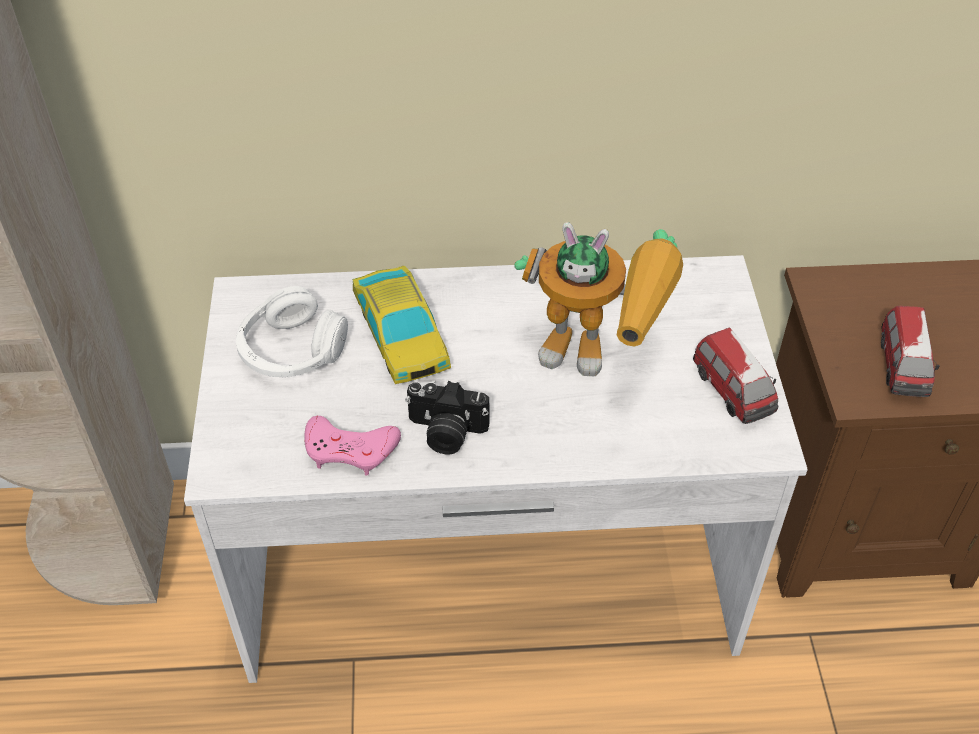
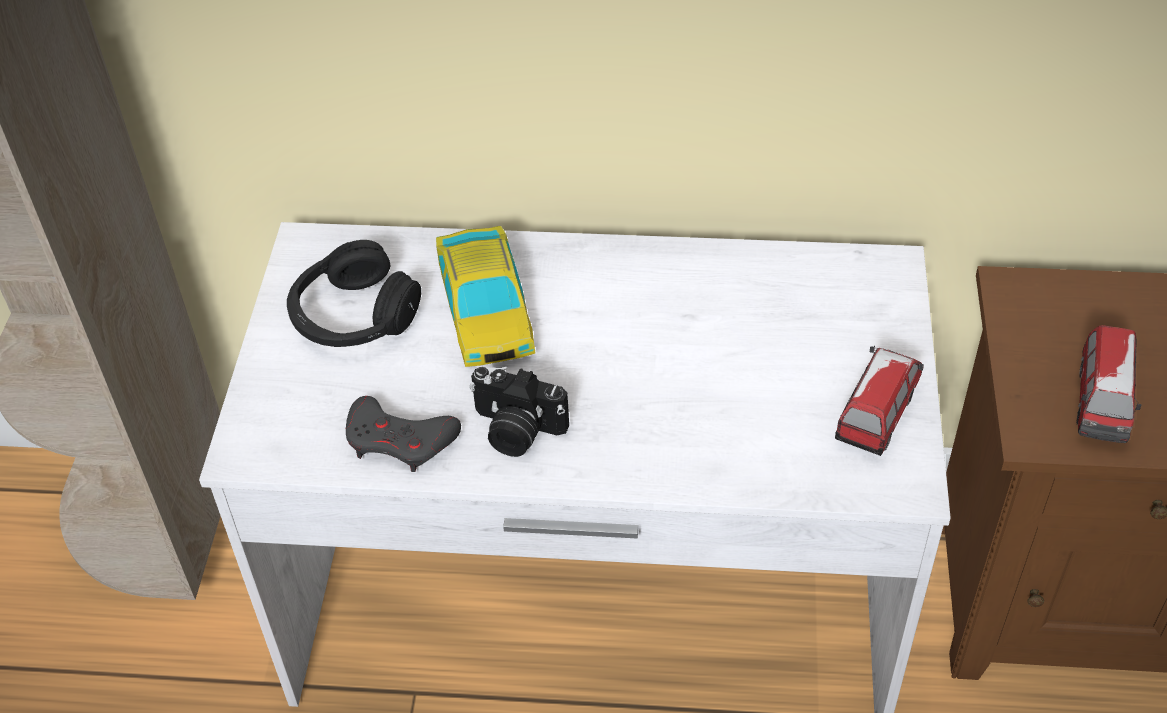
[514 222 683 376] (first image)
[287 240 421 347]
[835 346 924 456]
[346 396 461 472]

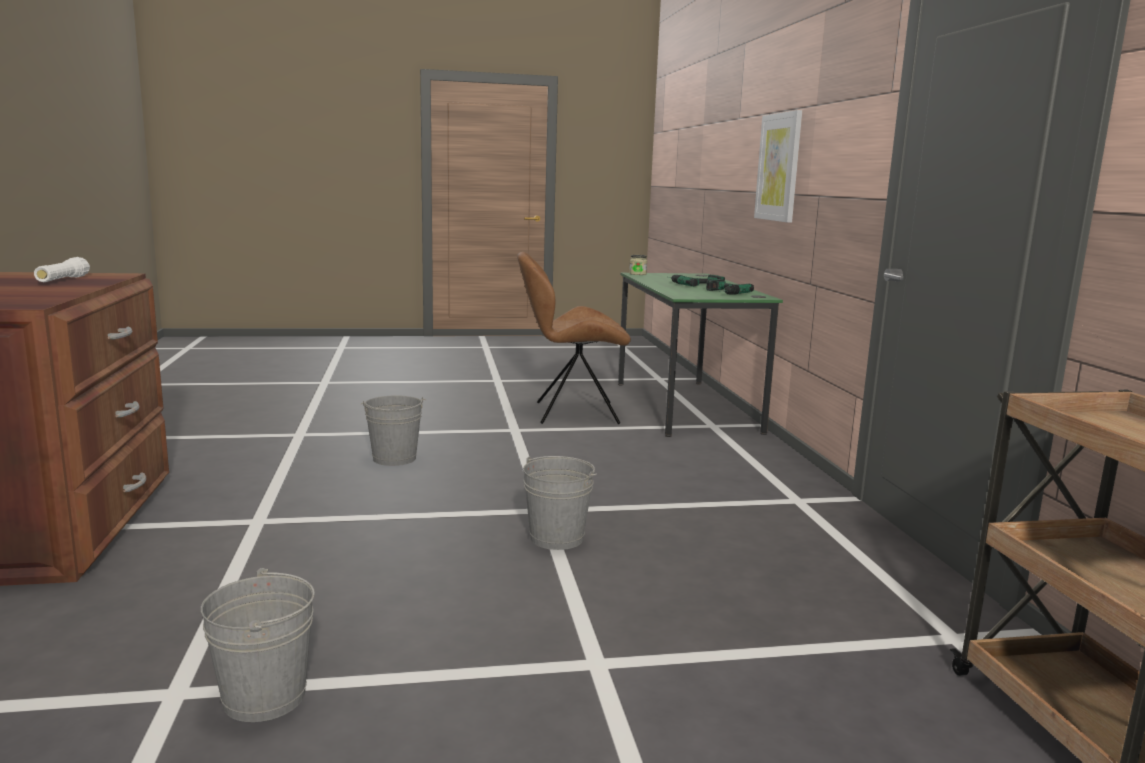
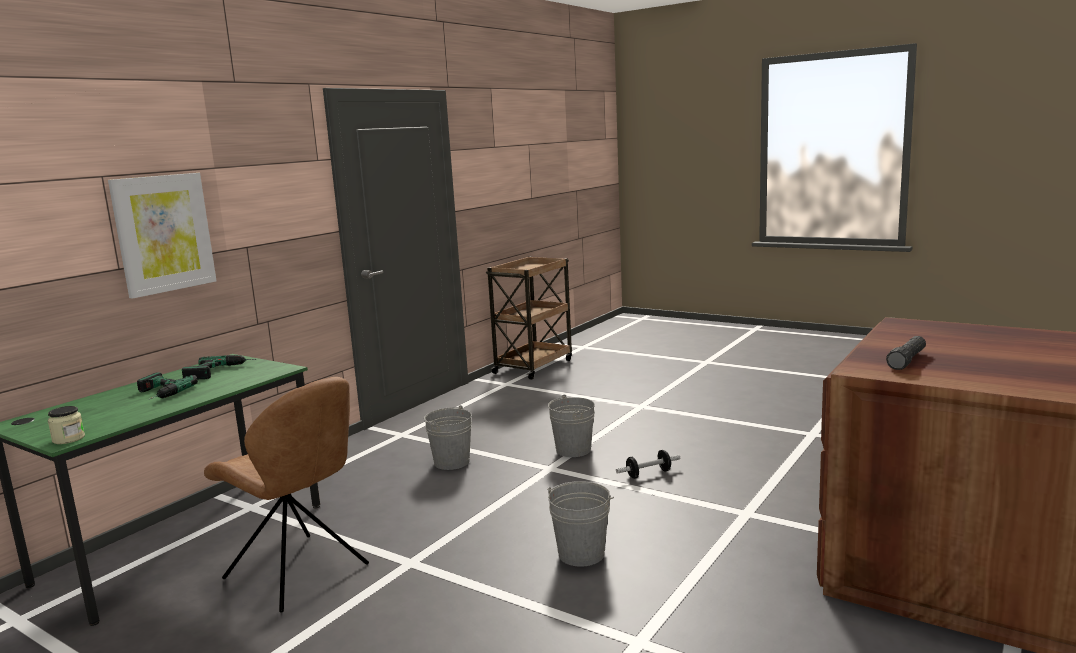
[886 336 926 370]
[424 405 472 470]
[616 450 680 479]

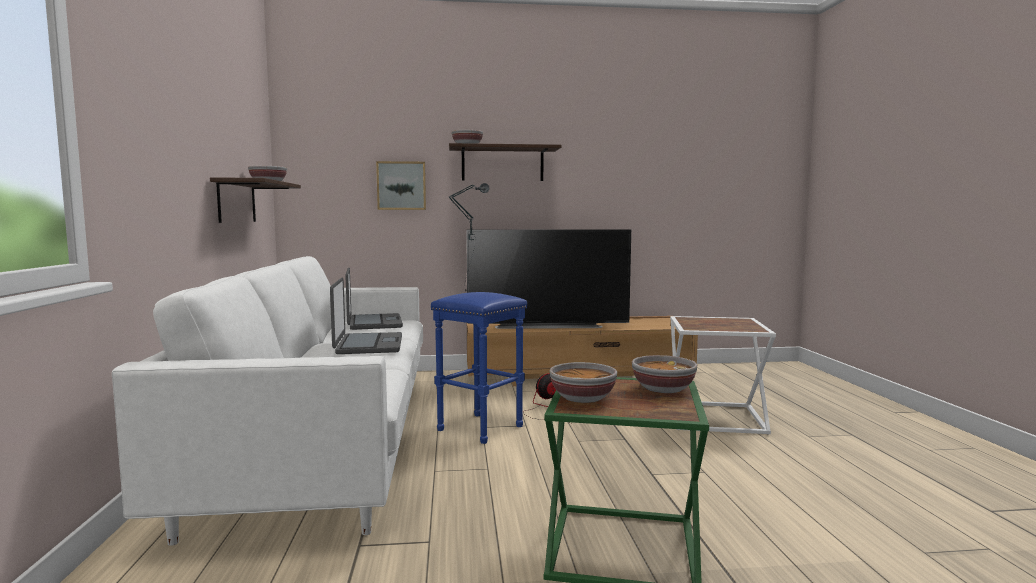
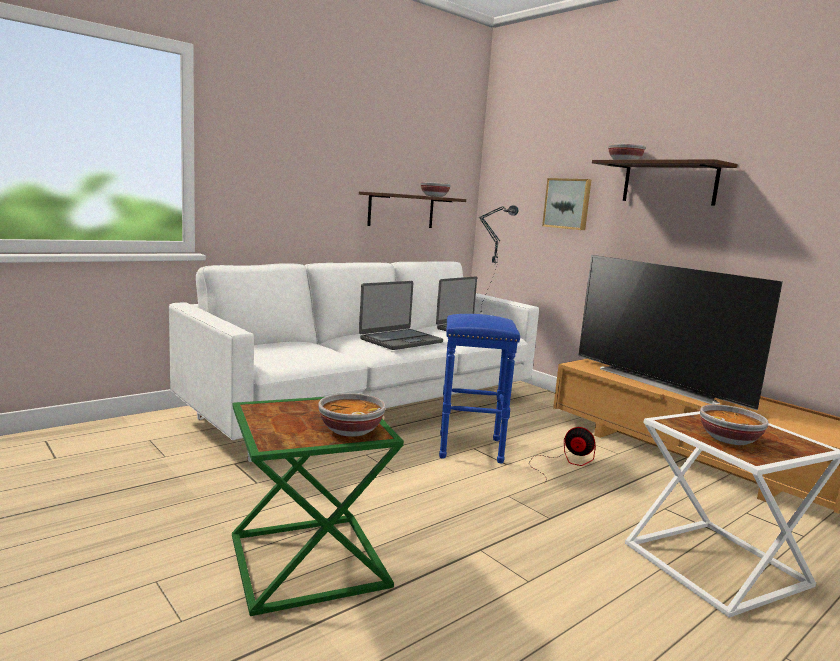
[700 404 769 445]

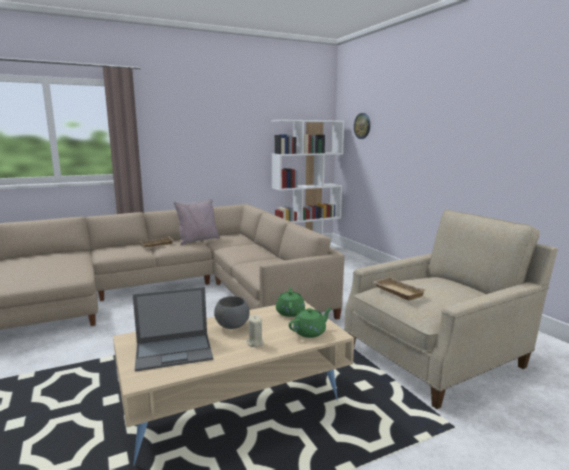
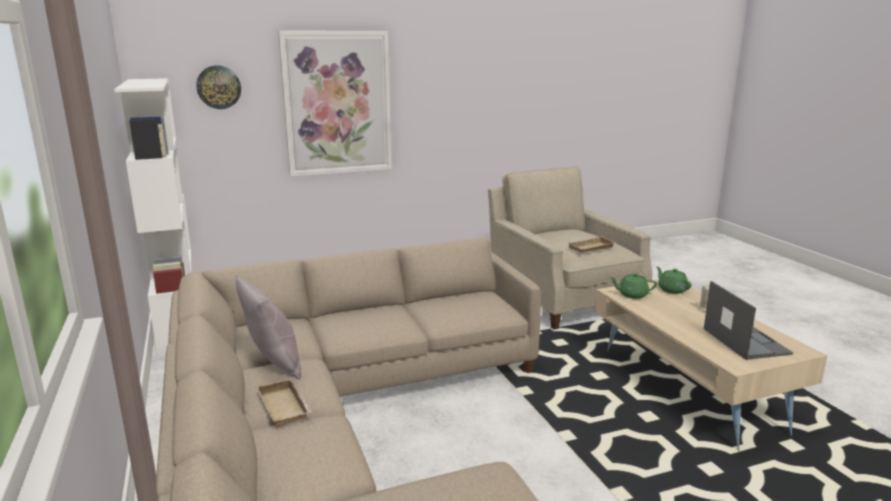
[214 296 250 329] (first image)
[278 31 392 177]

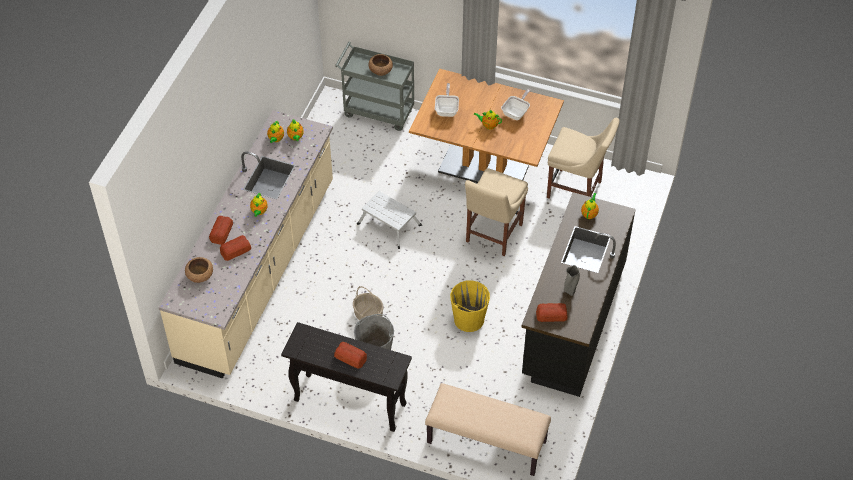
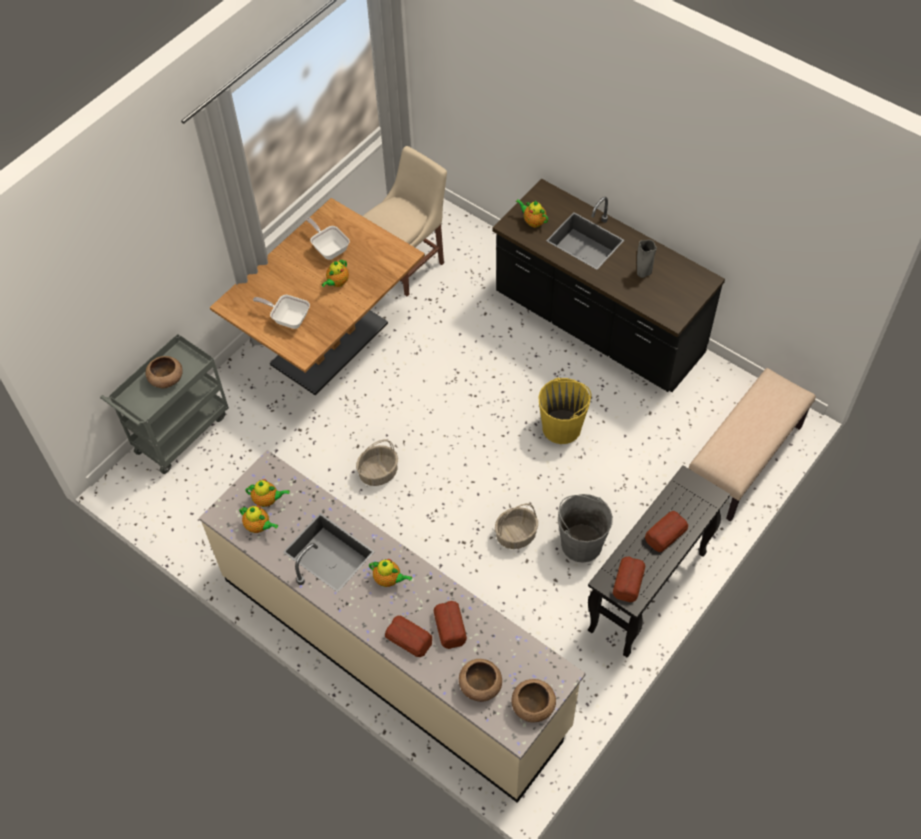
[465 168 528 256] (first image)
[356 440 398 486]
[613 557 645 602]
[511 679 556 723]

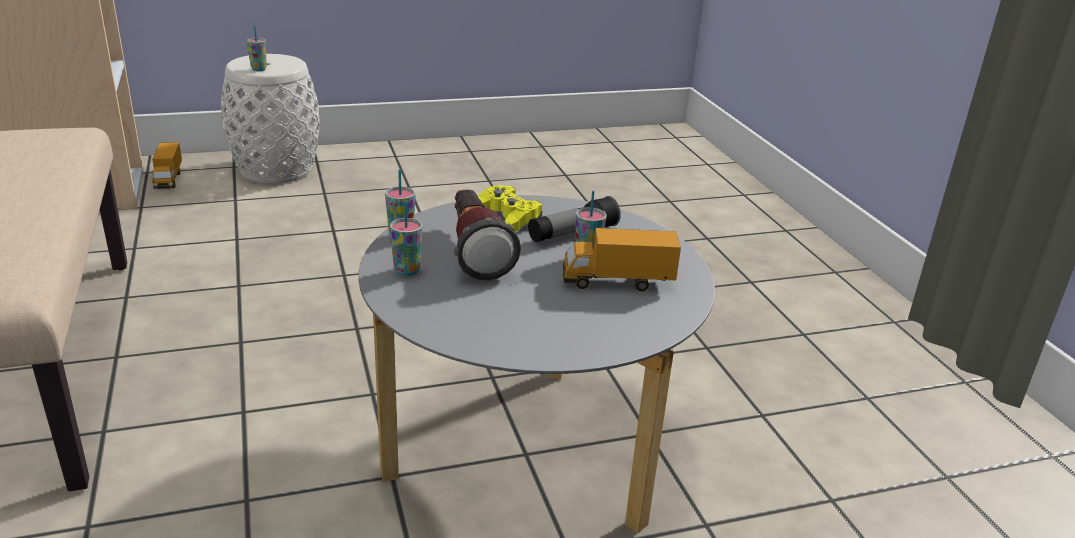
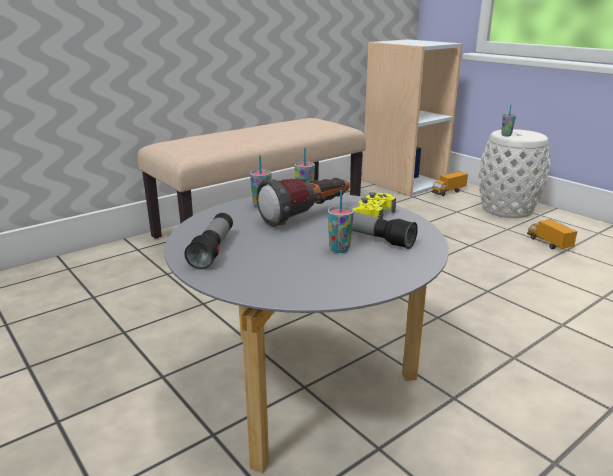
[527 219 577 249]
[184 213 233 270]

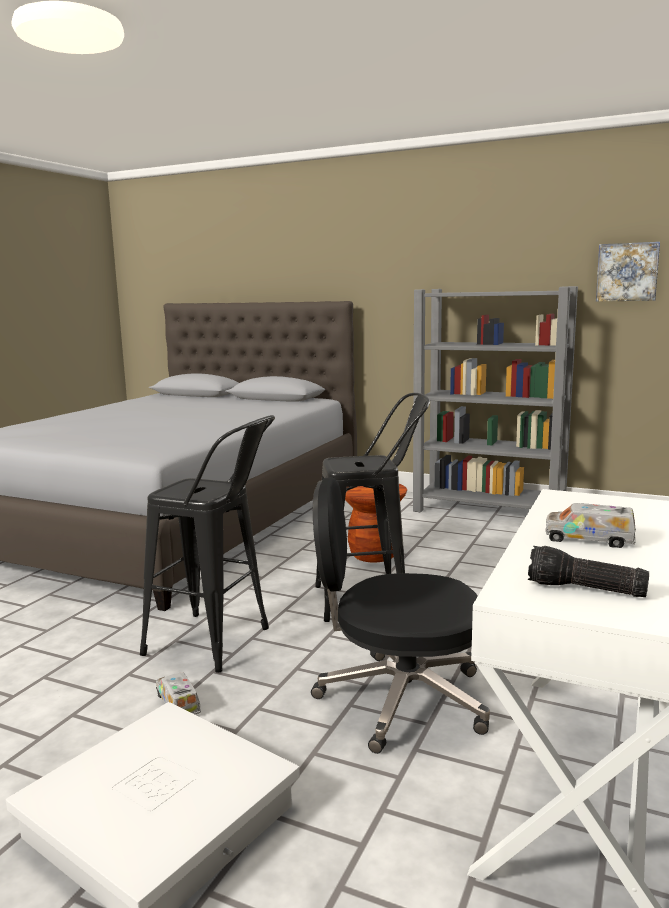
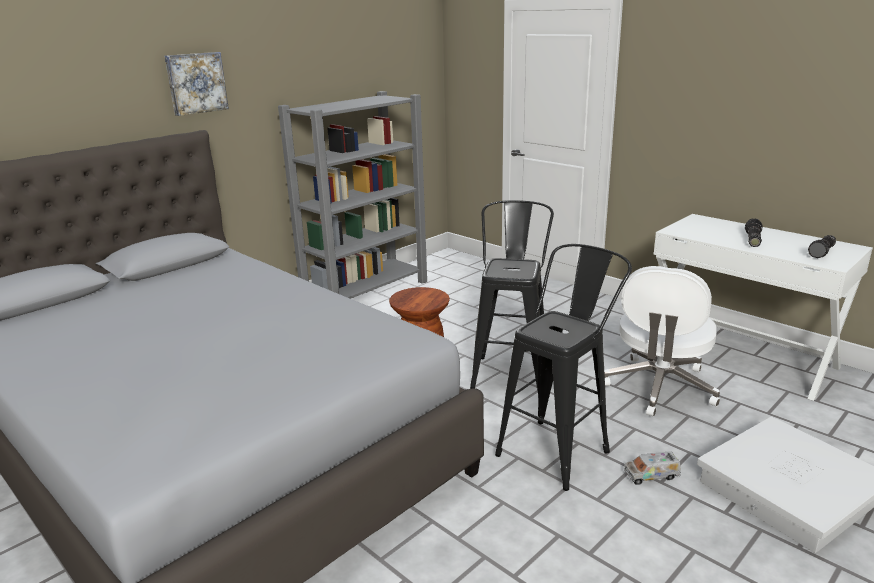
[165 52 229 116]
[604 266 720 417]
[745 219 763 247]

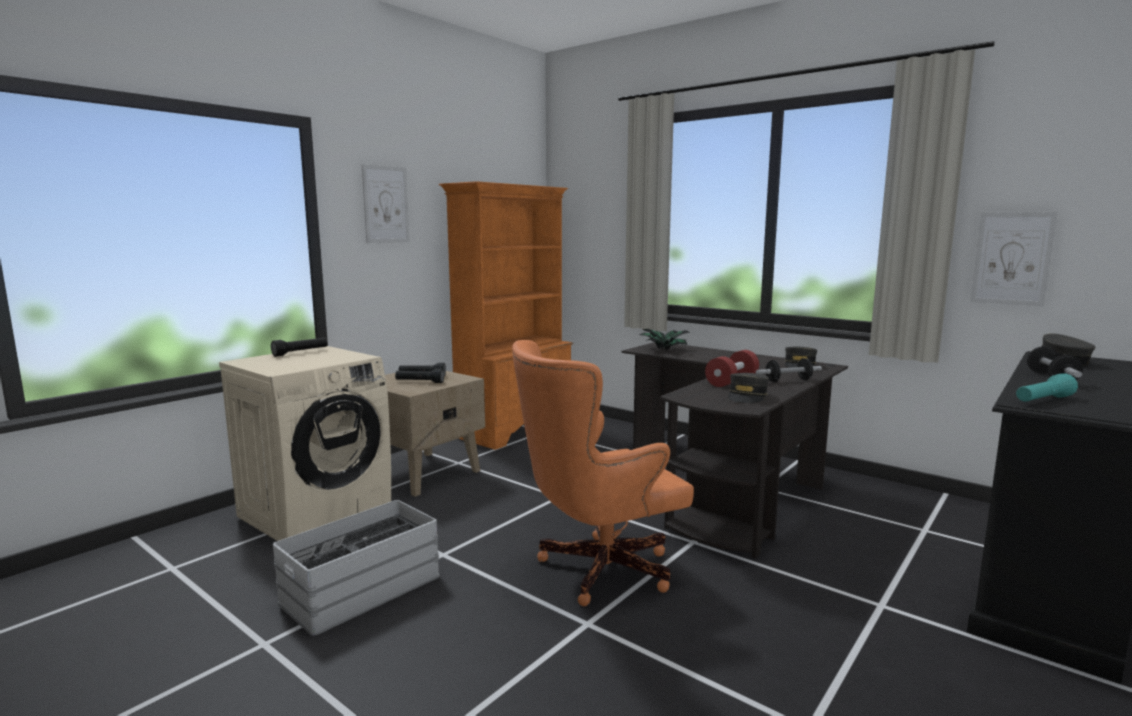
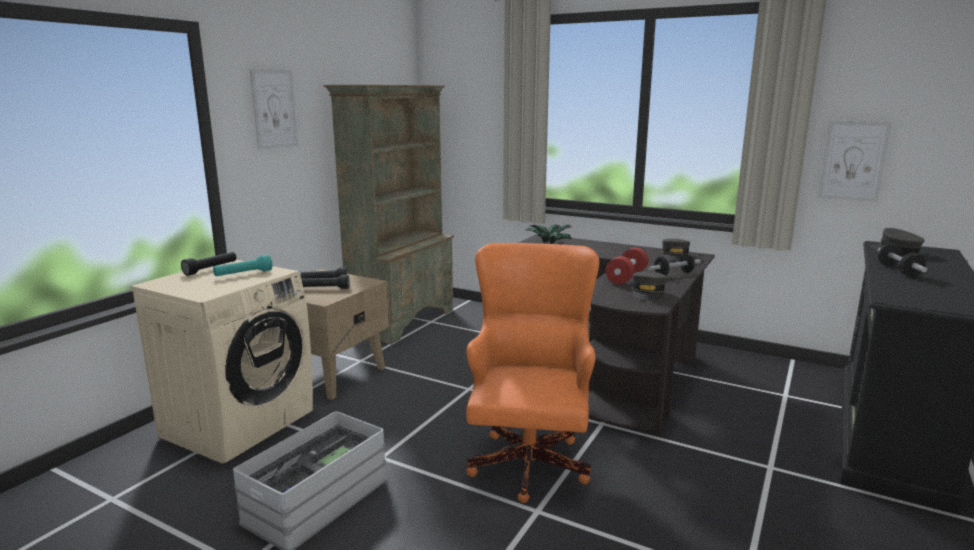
[323 85 454 344]
[466 243 599 503]
[213 254 272 276]

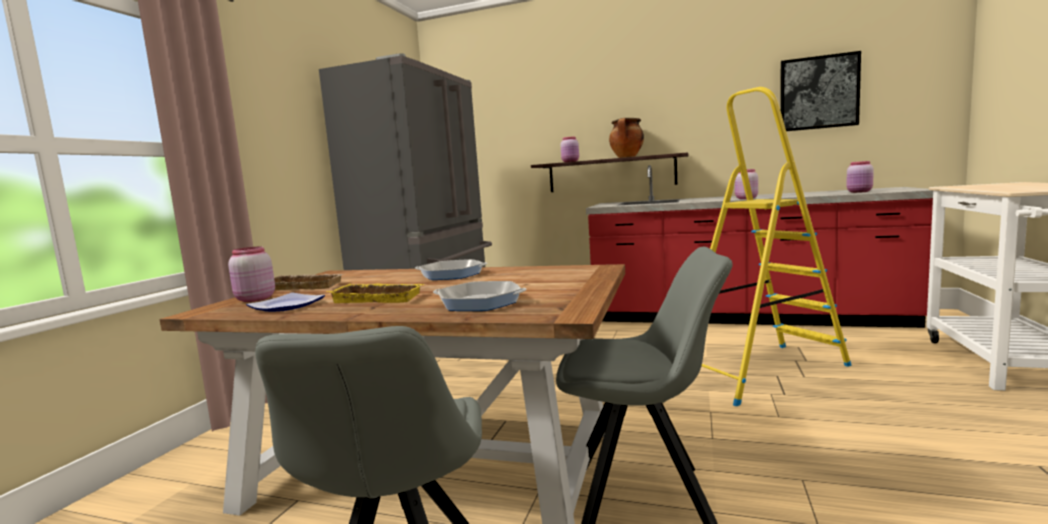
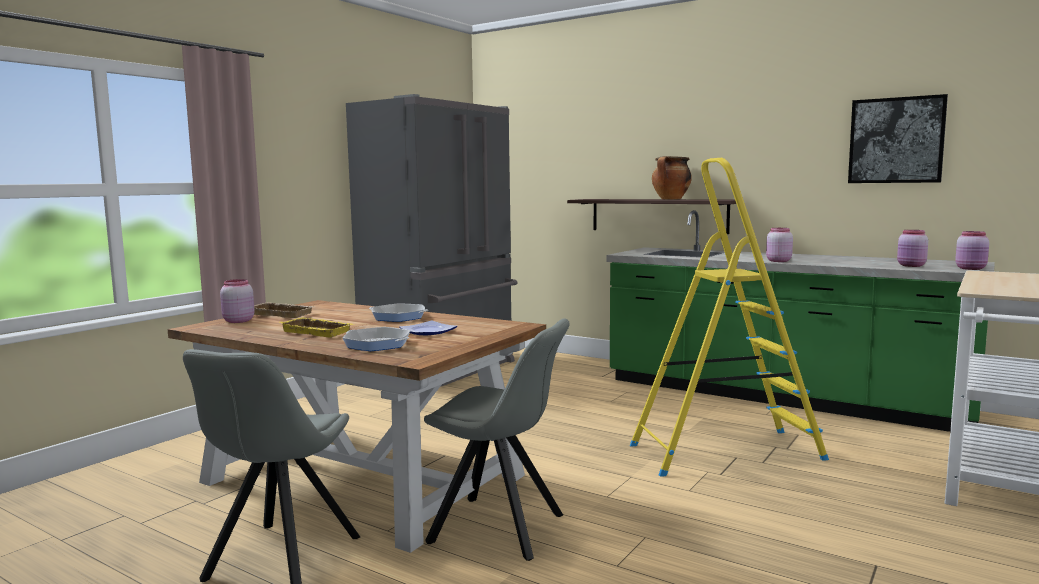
[955 231 989 270]
[607 210 995 432]
[399 321 457 336]

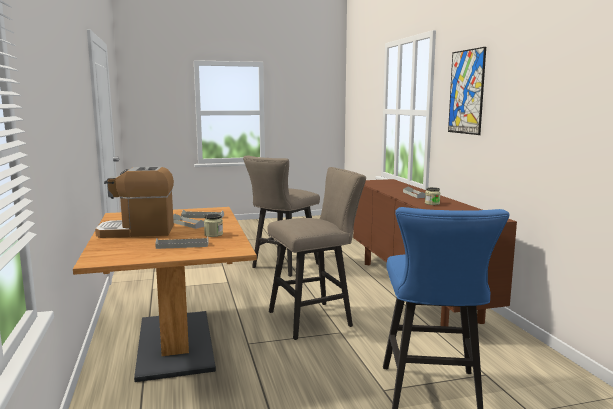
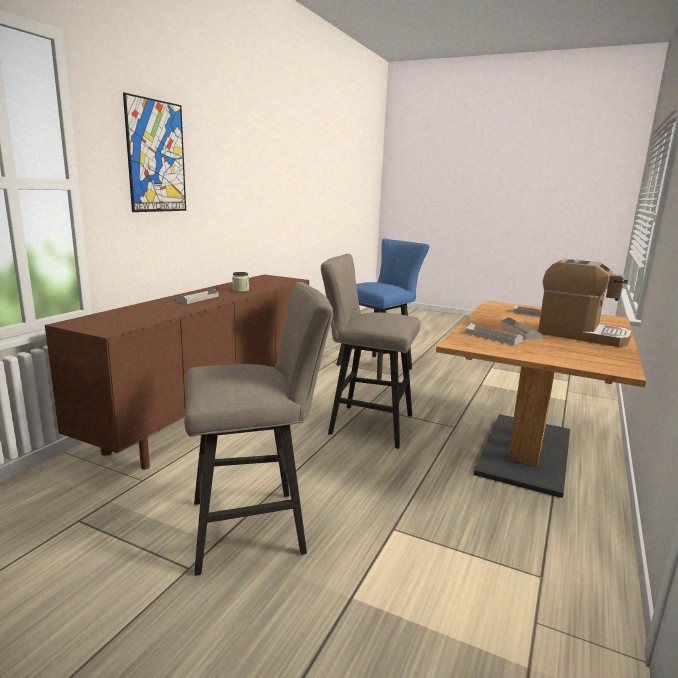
[204 214 223 237] (first image)

